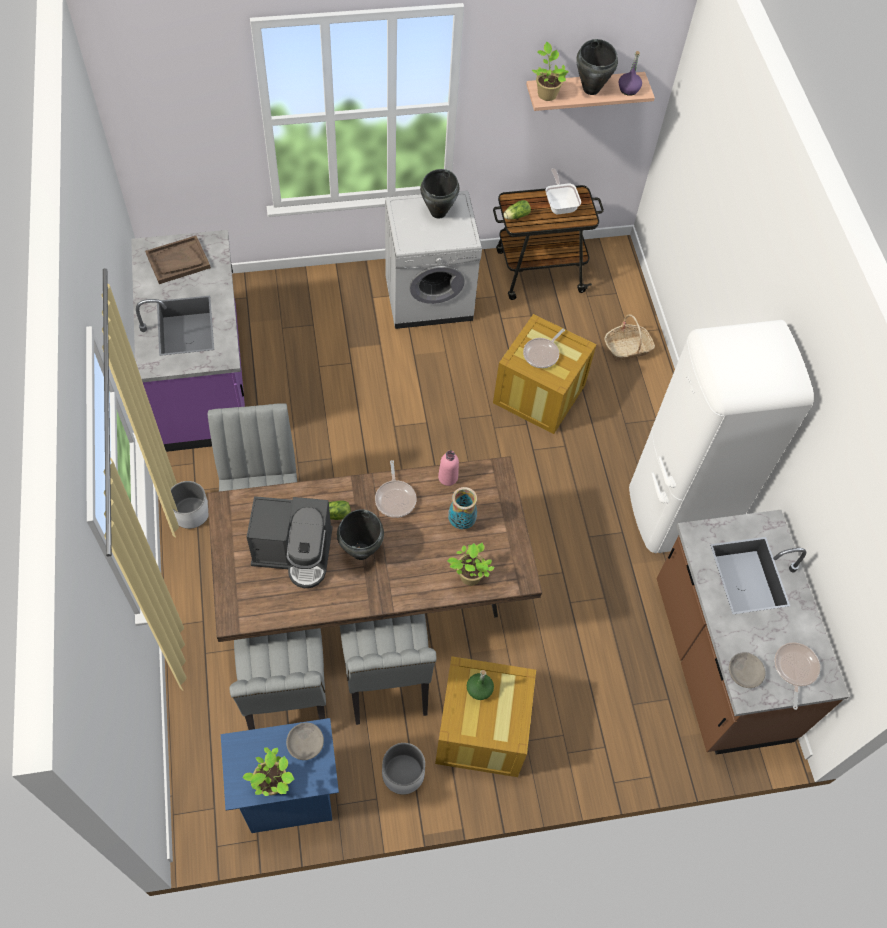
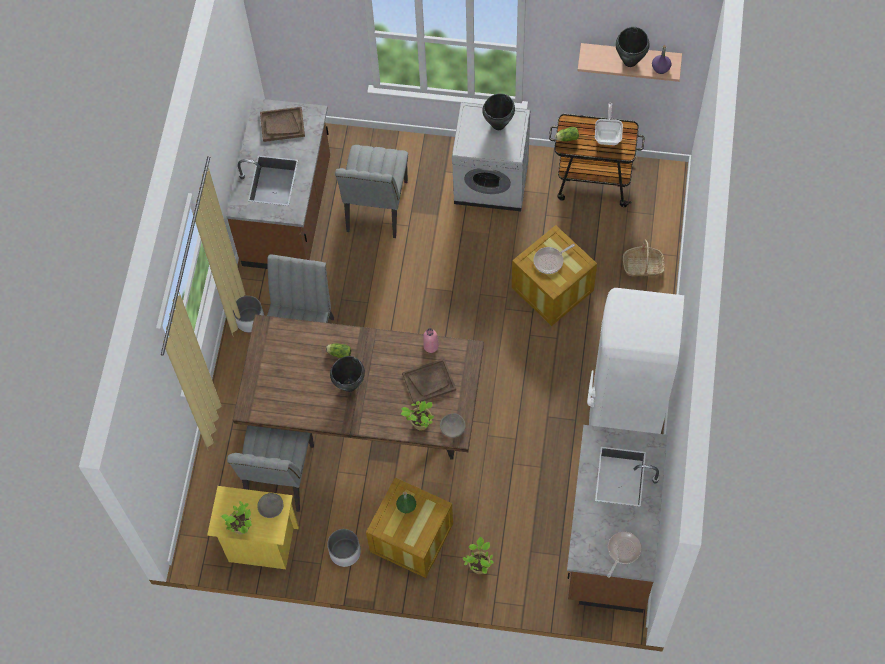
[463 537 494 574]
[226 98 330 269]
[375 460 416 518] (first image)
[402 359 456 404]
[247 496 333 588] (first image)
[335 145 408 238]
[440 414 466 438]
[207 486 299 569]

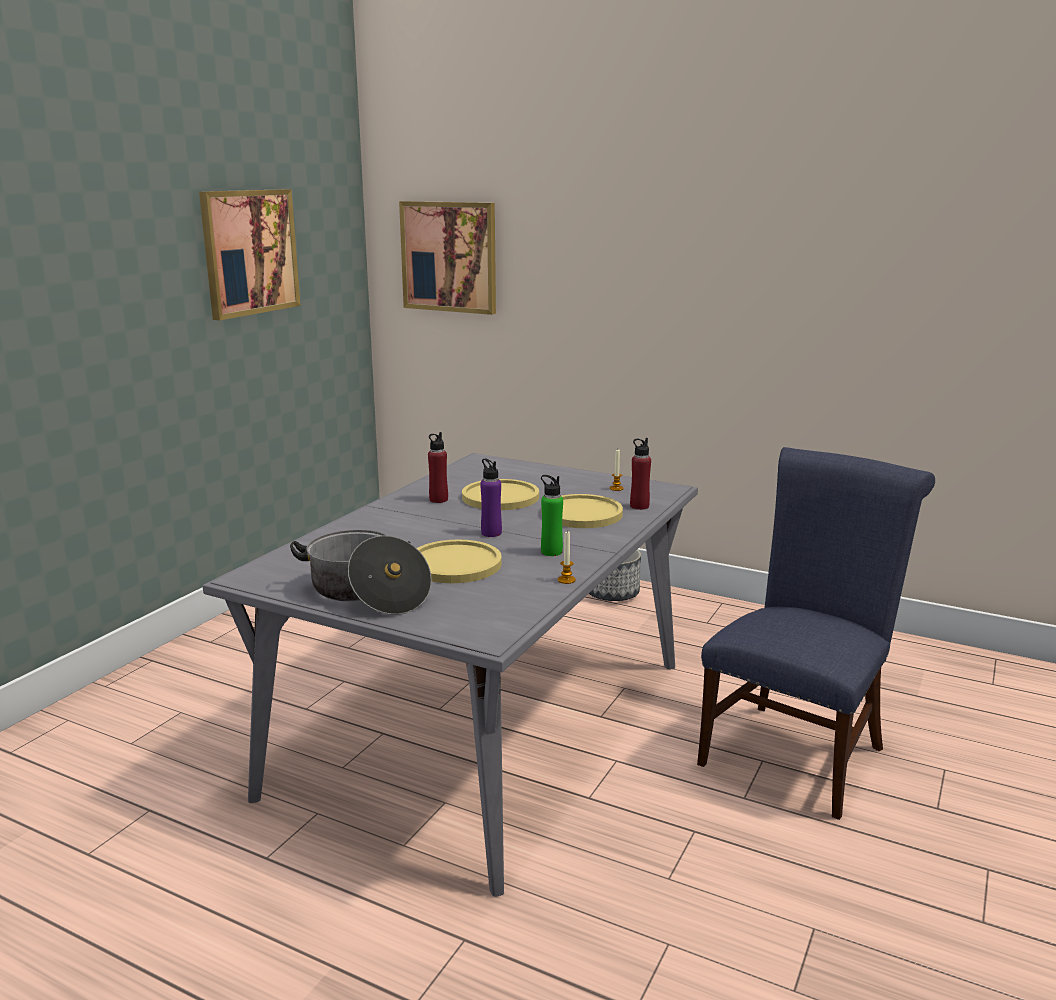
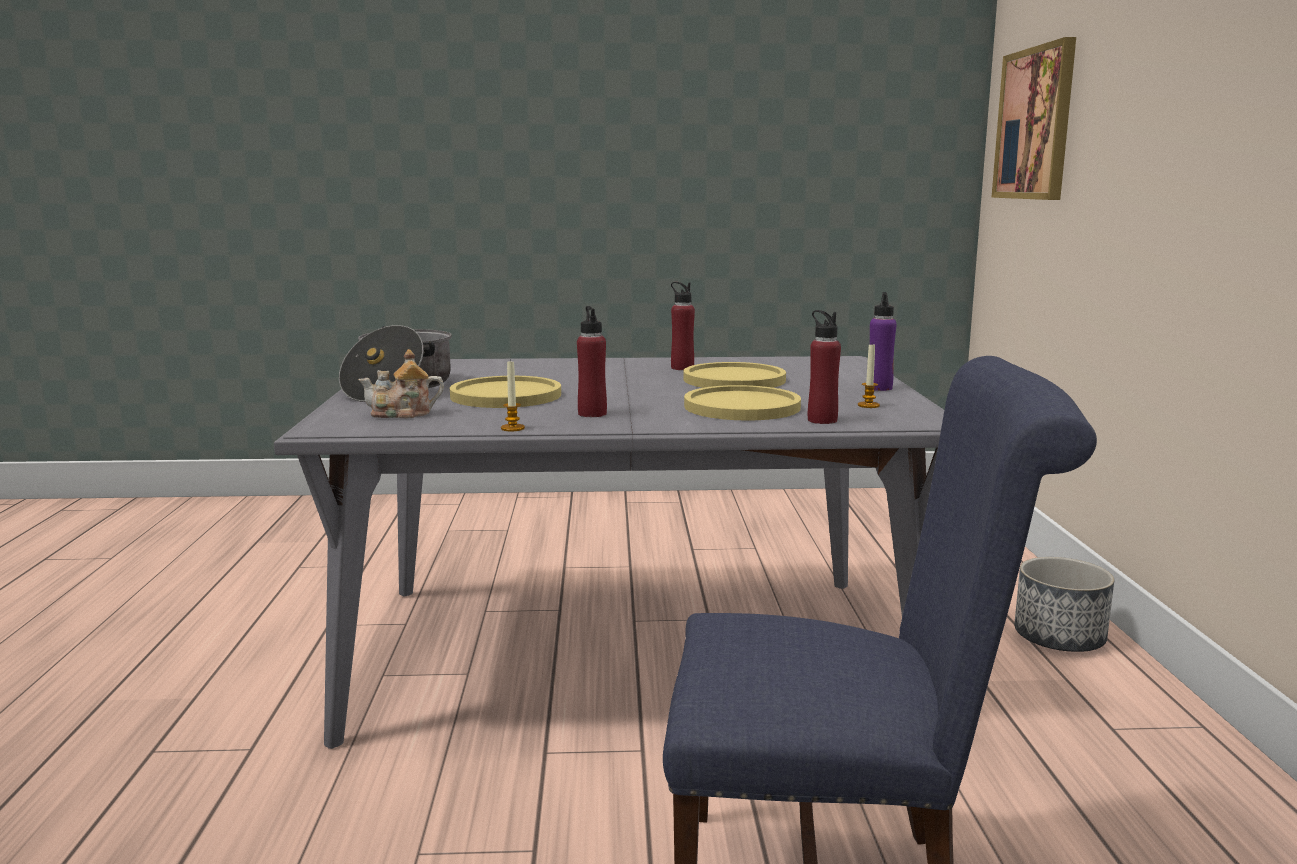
[199 189 301 320] (first image)
[870 292 897 391]
[577 306 607 417]
[358 349 444 418]

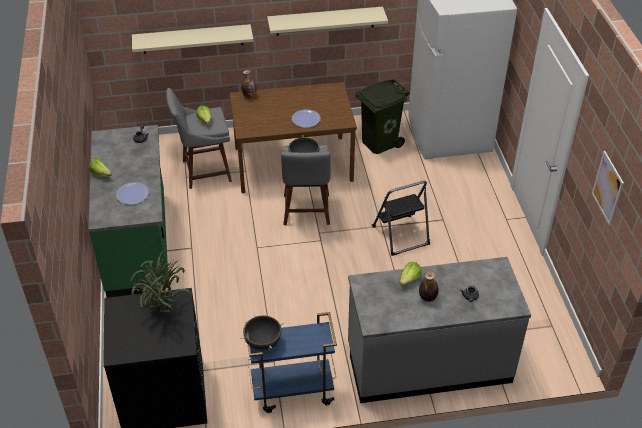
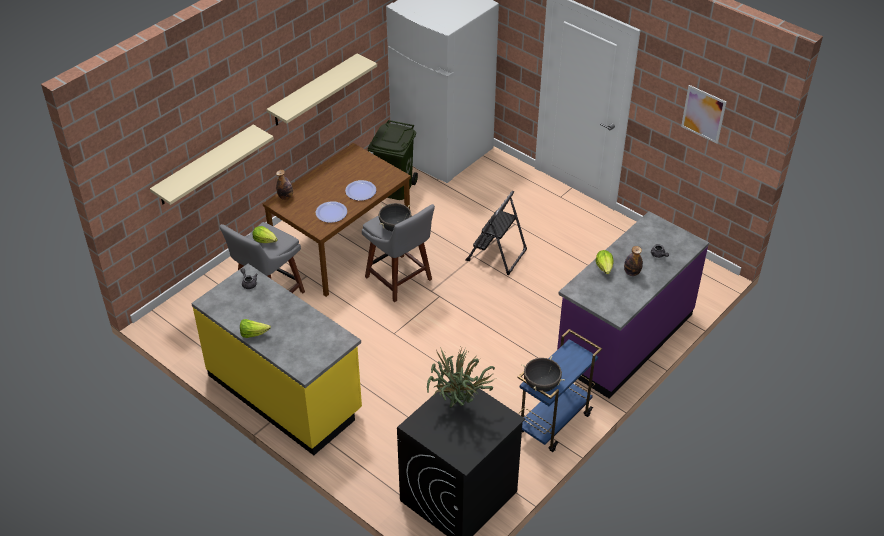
[191 264 362 455]
[316 201 347 223]
[557 211 709 399]

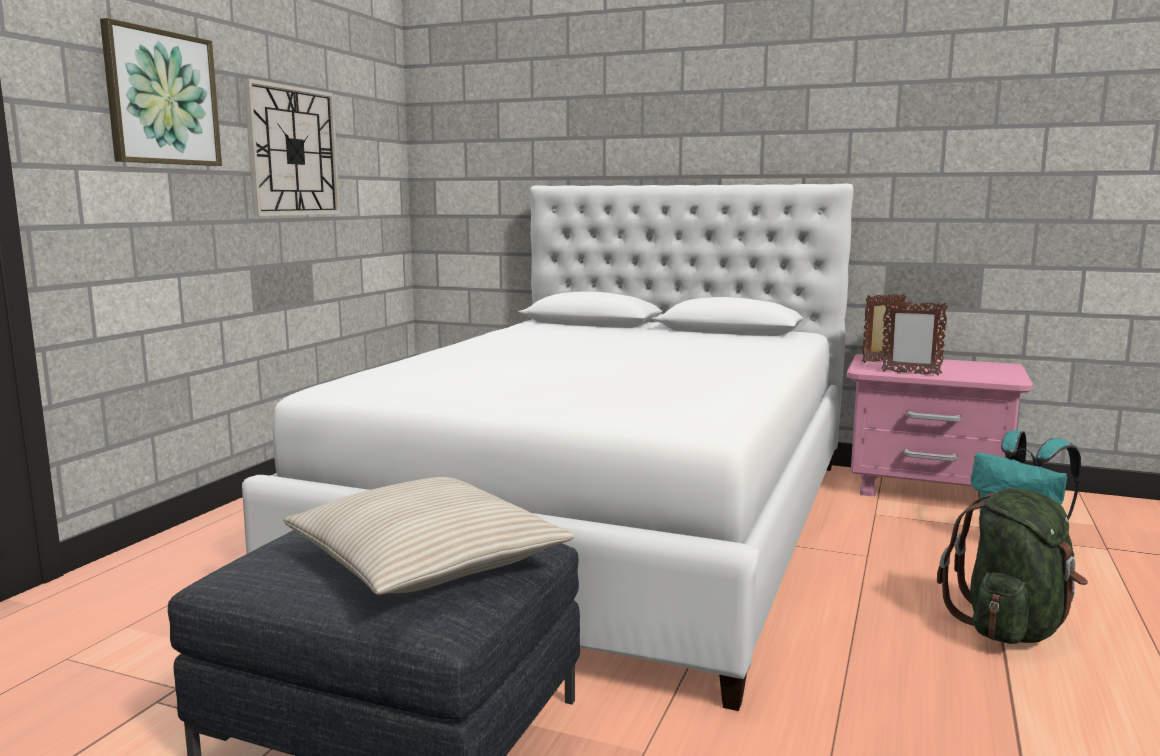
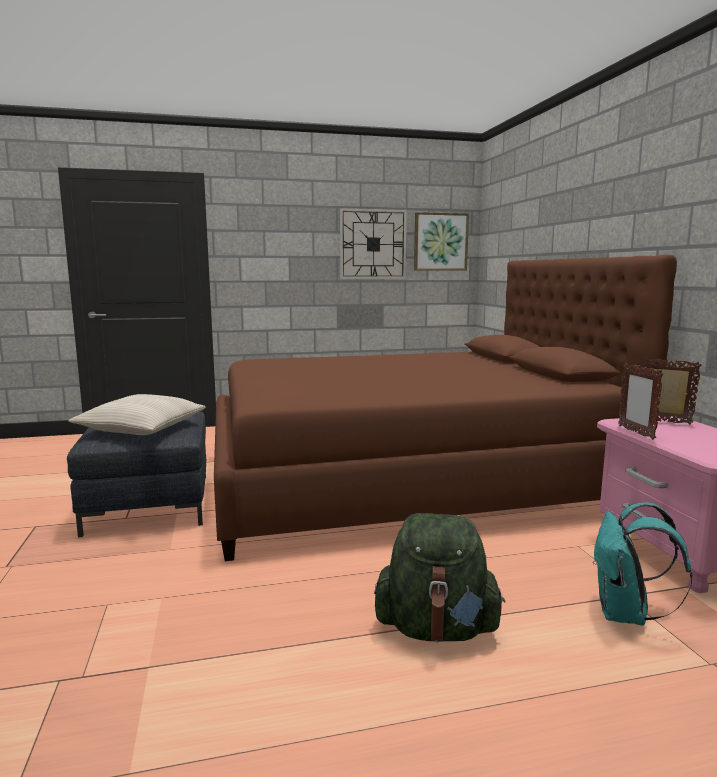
[414 212 469 270]
[214 255 677 561]

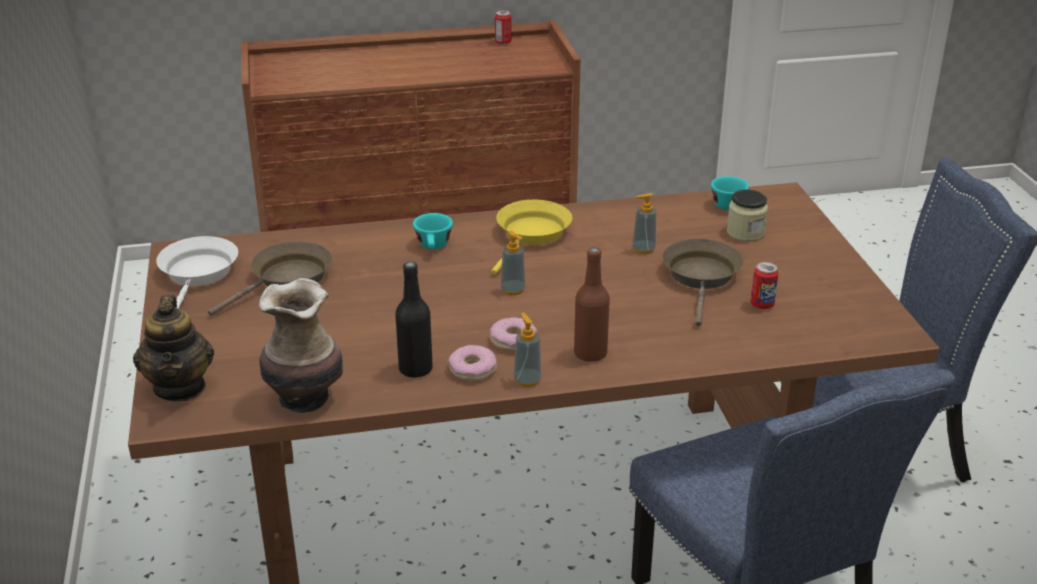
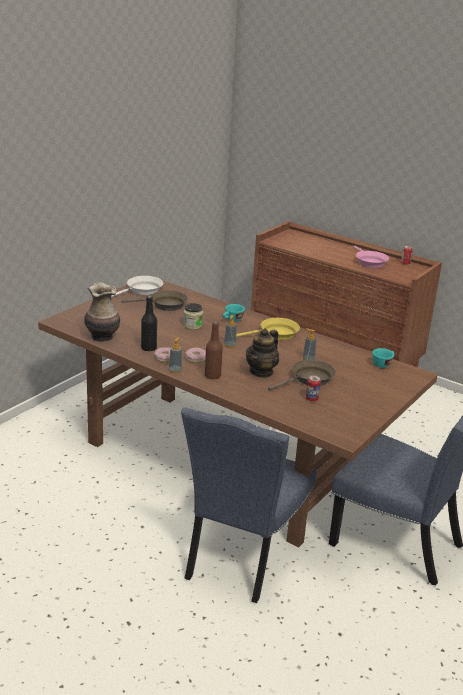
[183 303 203 330]
[246 328 279 378]
[354 246 389 268]

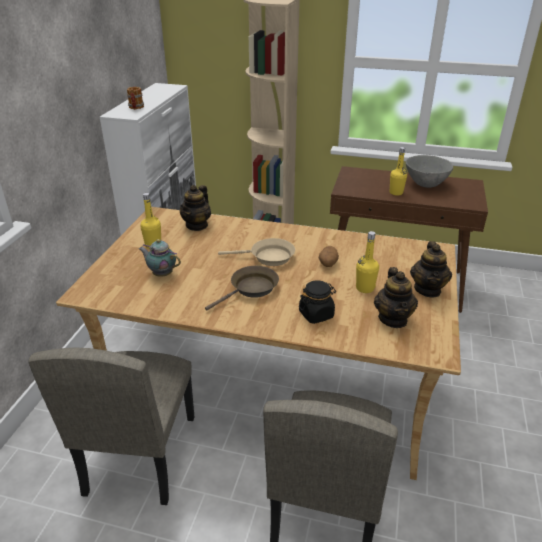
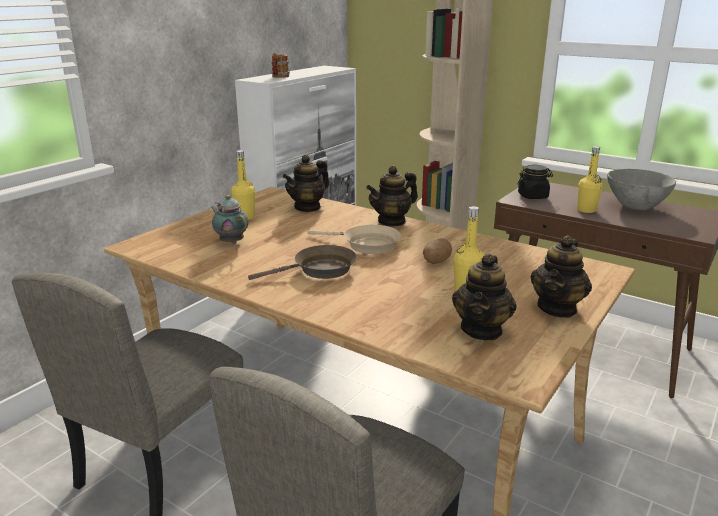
[517 165 553 199]
[366 166 418 227]

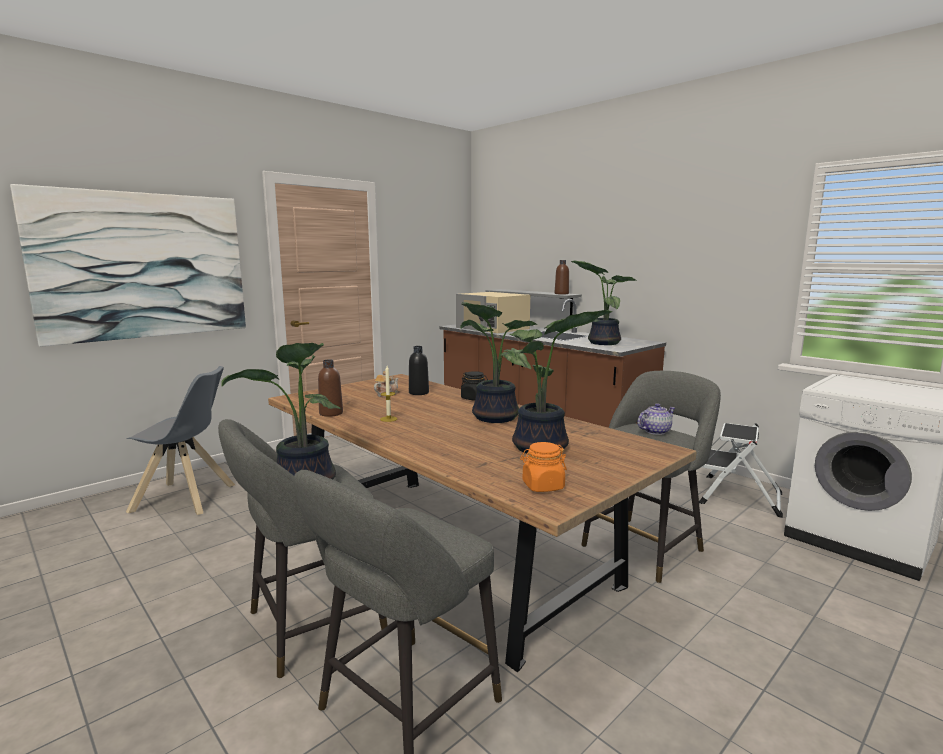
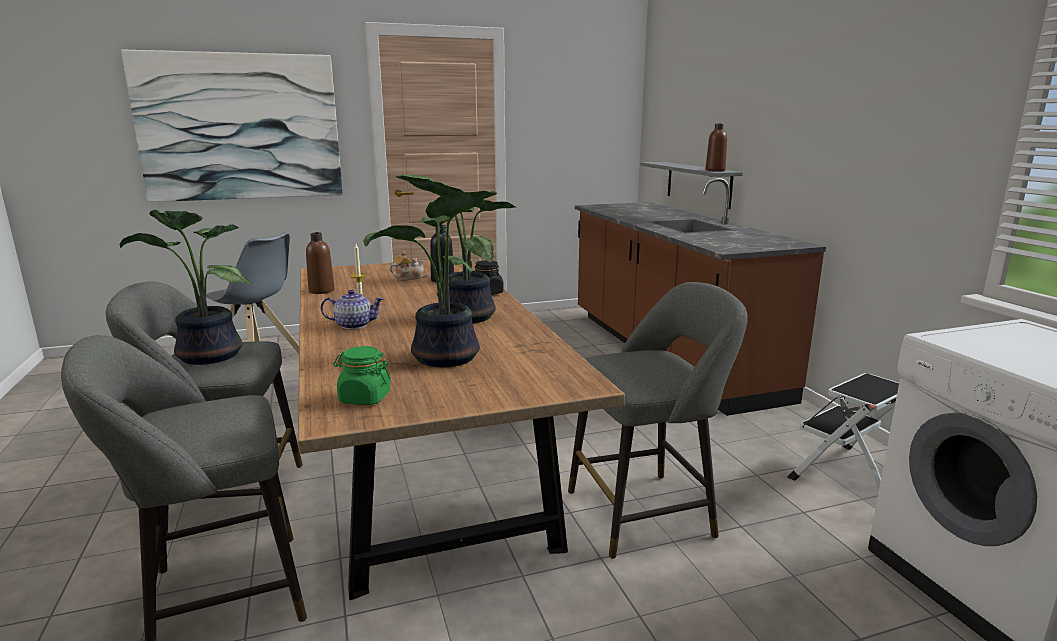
[571 260 635 345] (first image)
[456 292 530 333] (first image)
[321 290 384 329]
[333 346 391 405]

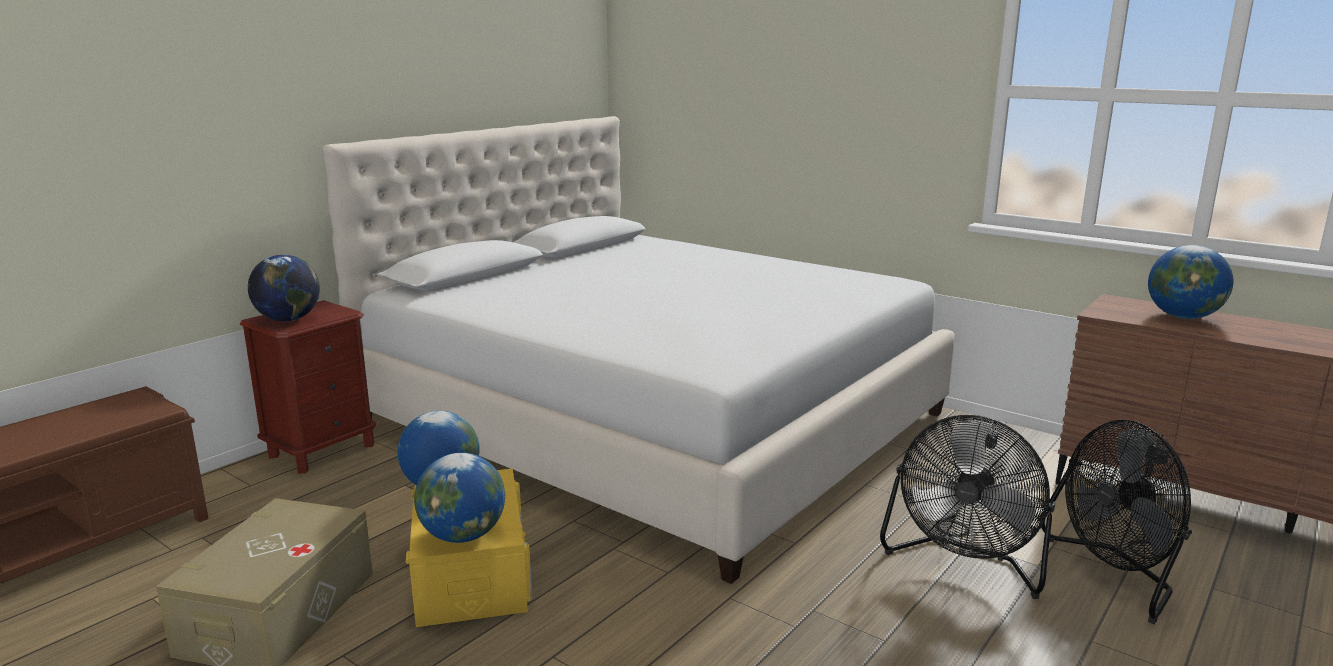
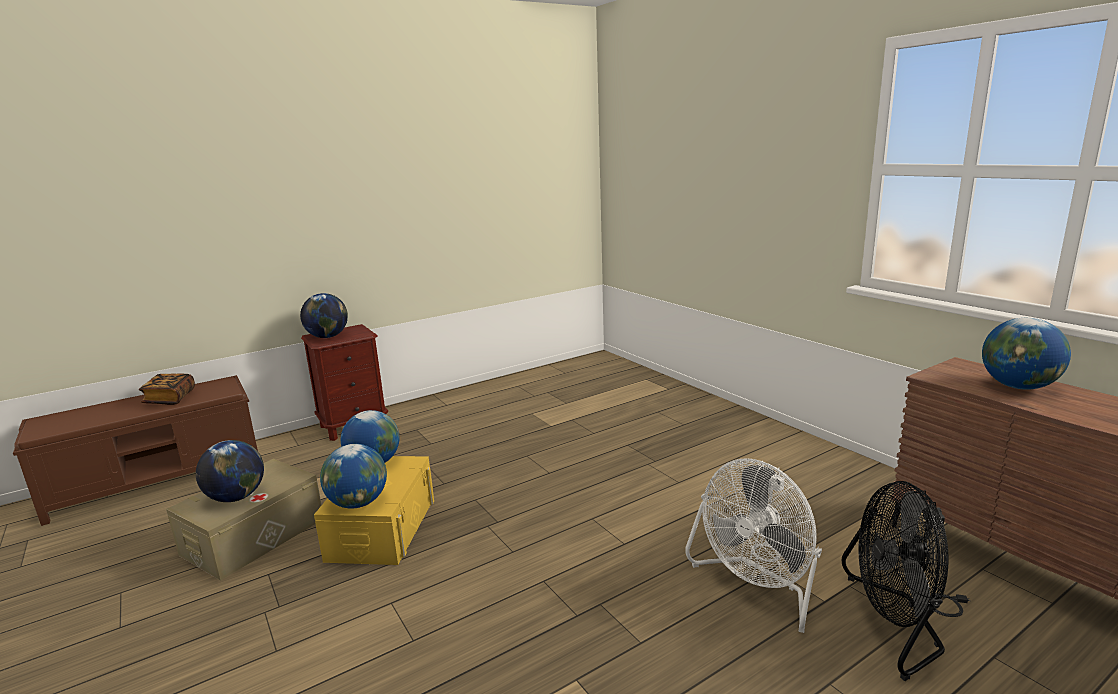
[322 116 954 584] (first image)
[685 459 822 633]
[139 374 195 405]
[196 440 264 502]

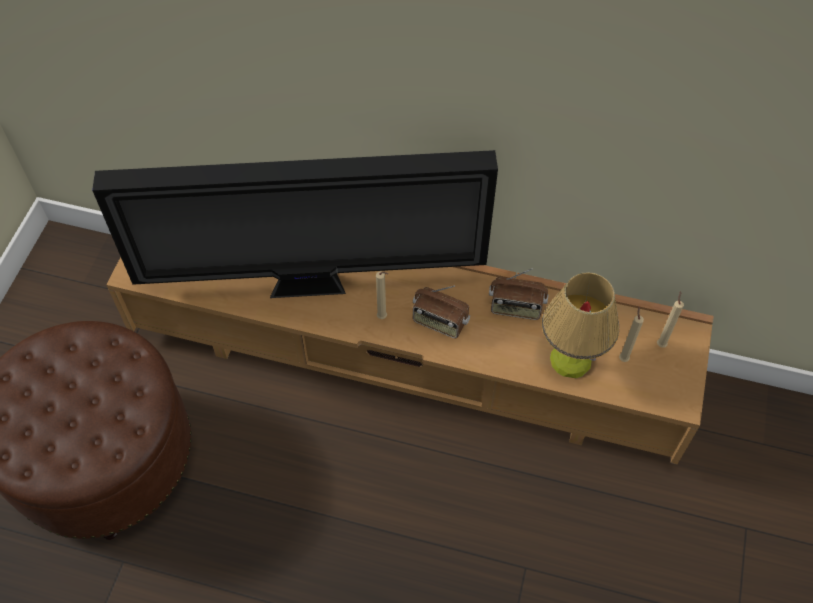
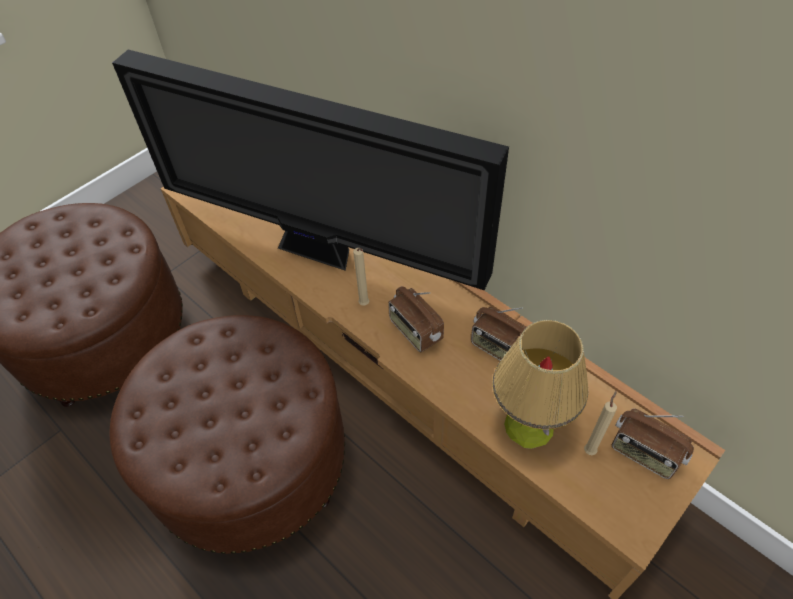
[612 409 694 479]
[110 315 345 554]

